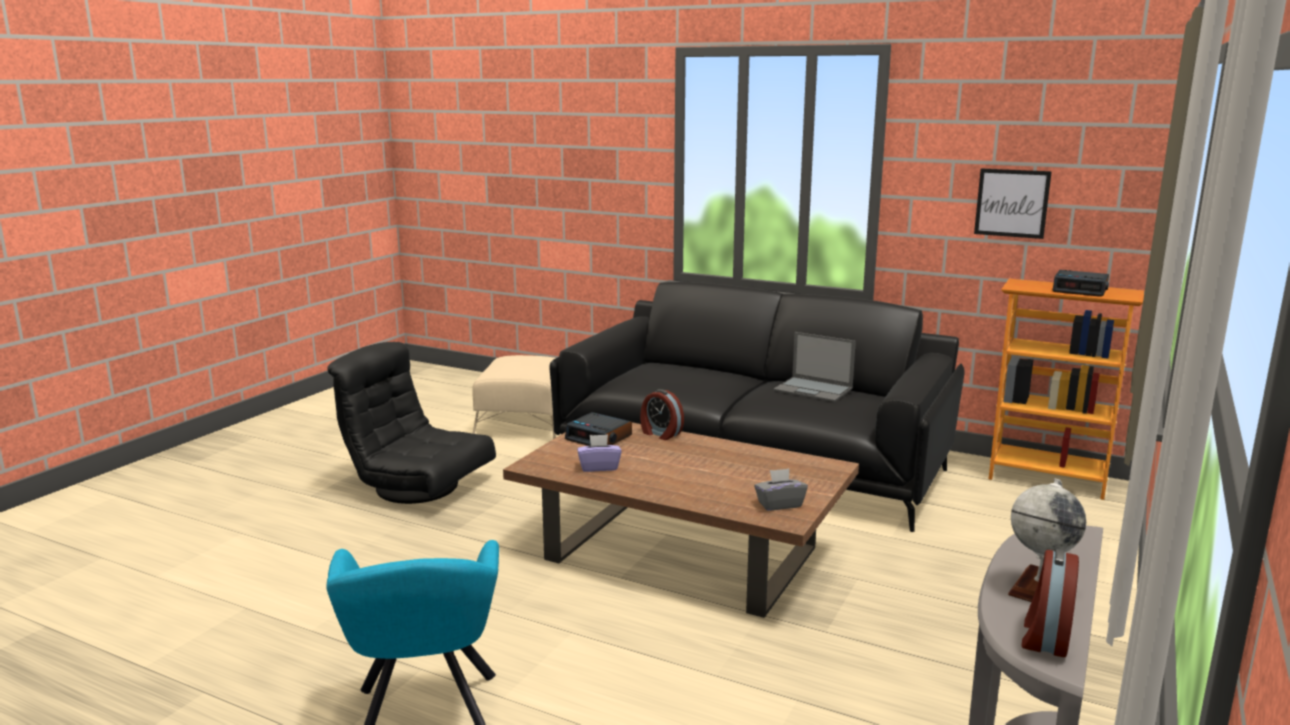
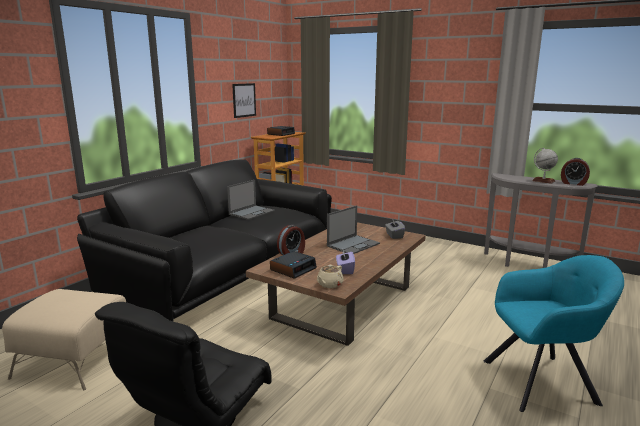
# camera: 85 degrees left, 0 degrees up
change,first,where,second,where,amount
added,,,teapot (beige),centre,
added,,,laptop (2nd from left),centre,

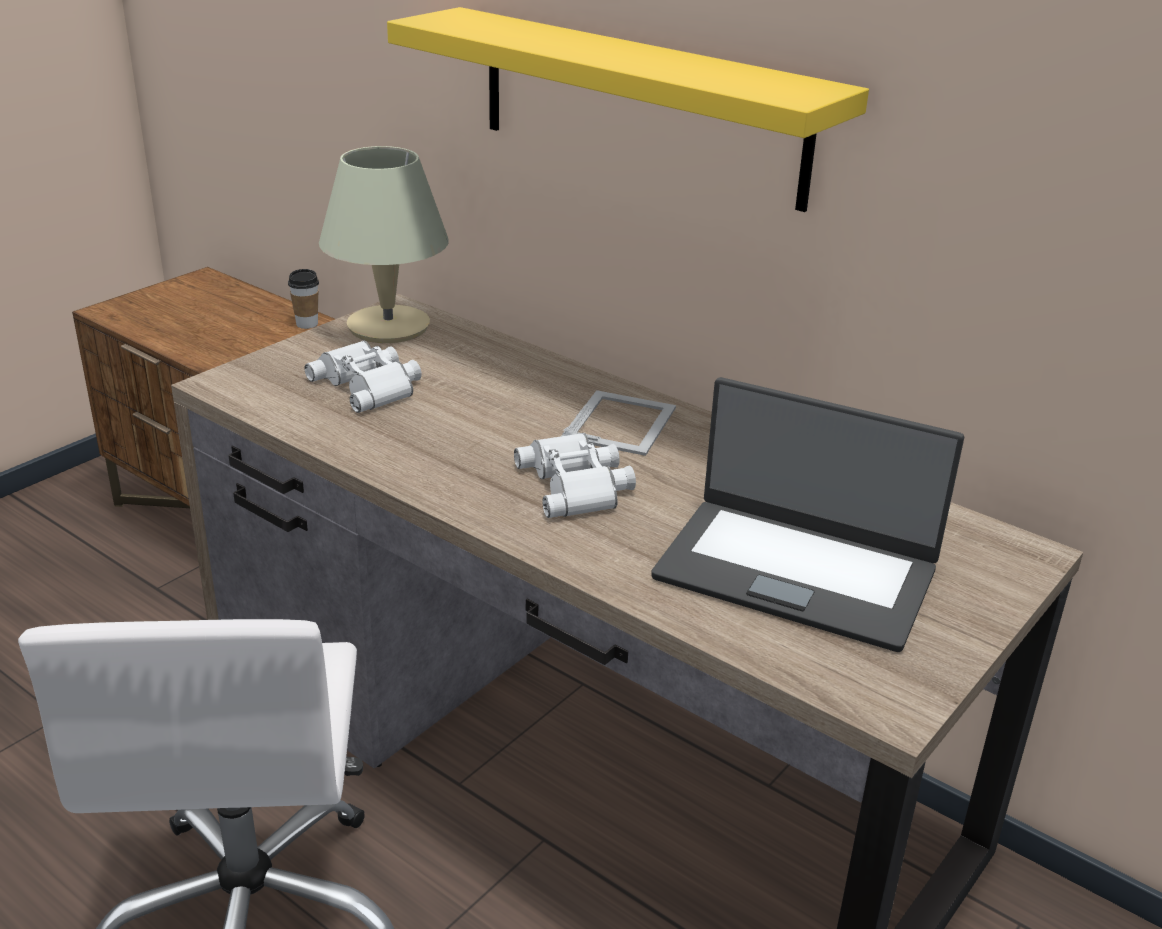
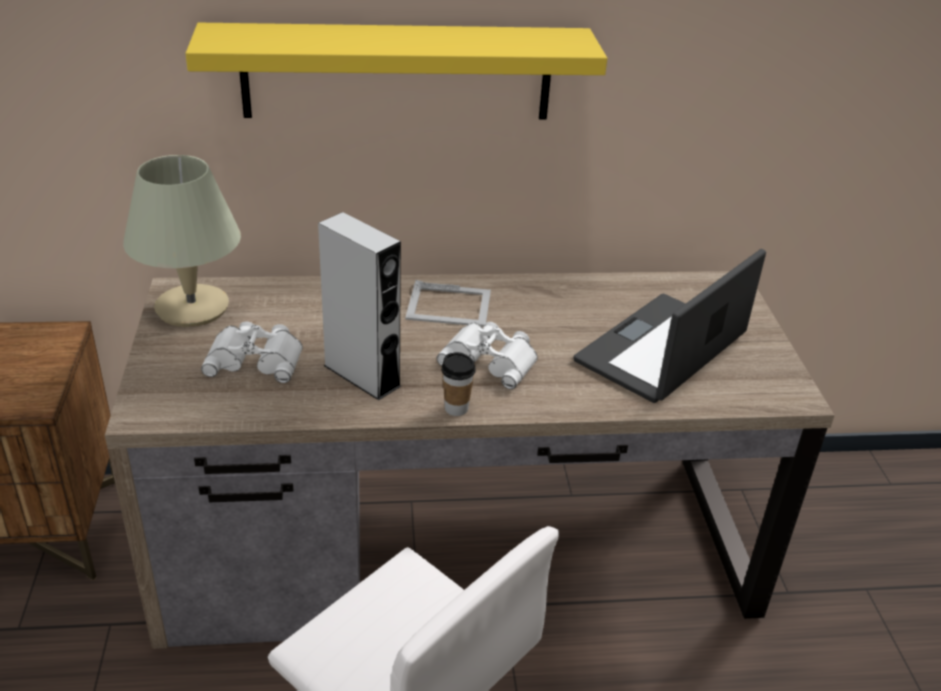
# camera: 45 degrees left, 5 degrees up
change,first,where,second,where,amount
added,,,speaker (grey),centre,
turned,picture frame,centre,,centre,120 degrees clockwise
moved,cup,top left,,centre,
turned,laptop,middle right,,middle right,150 degrees clockwise

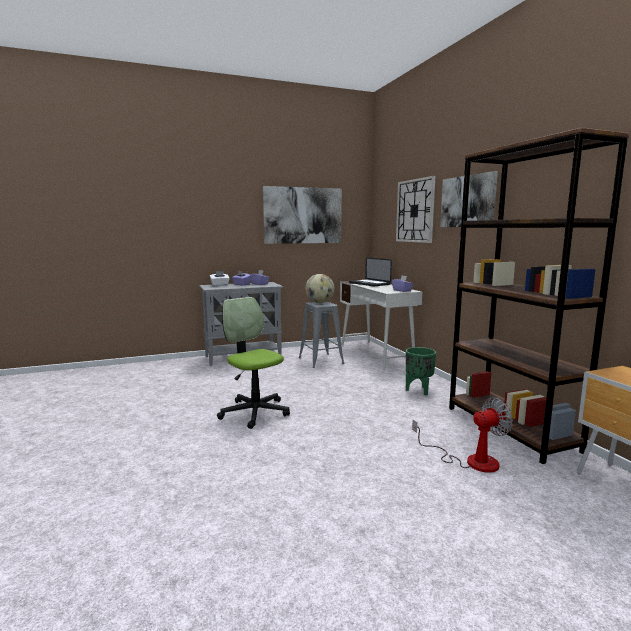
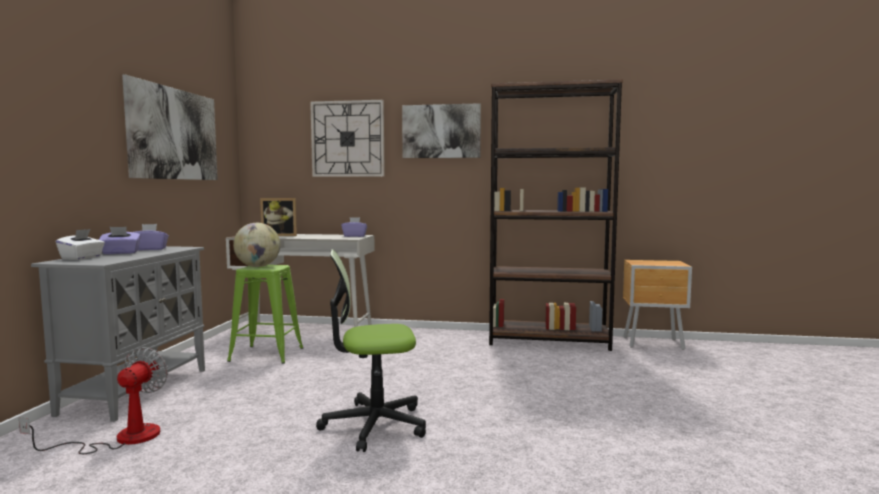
# camera: 60 degrees left, 5 degrees down
change,first,where,second,where,amount
moved,fan,bottom right,,bottom left,
recoloured,stool (grey),centre,stool (green),middle left,
replaced,laptop,centre,picture frame,middle left,
removed,planter (green),middle right,,,

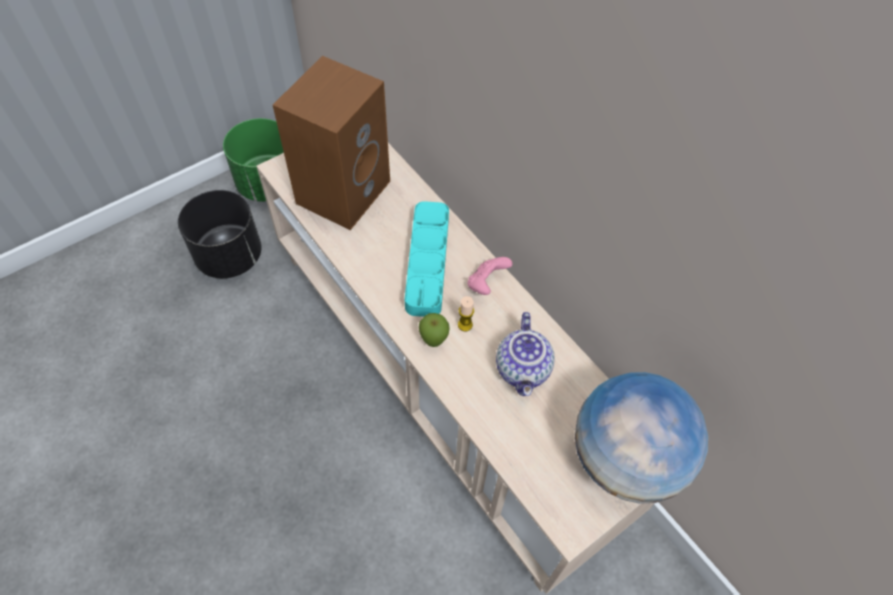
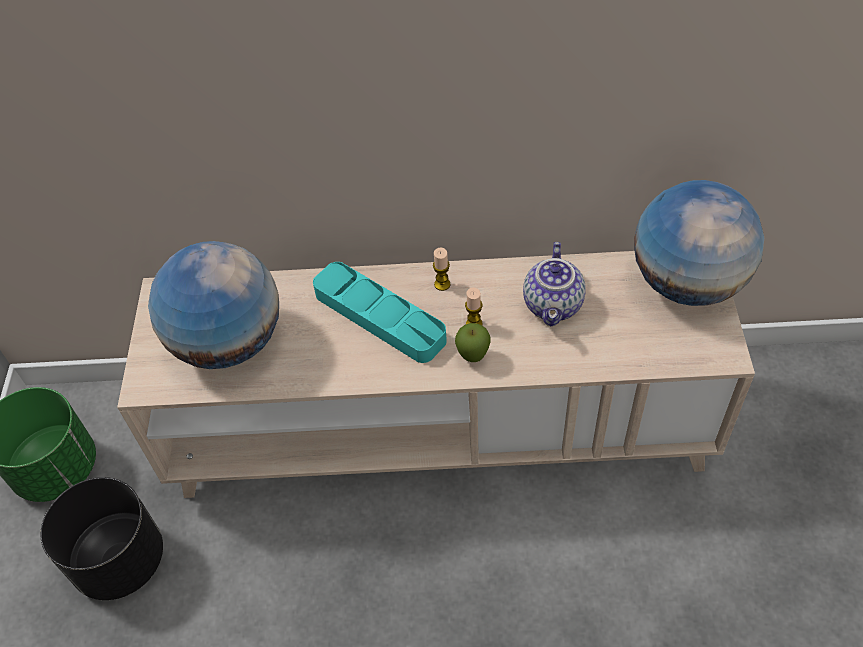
# camera: 50 degrees left, 5 degrees down
change,first,where,second,where,amount
replaced,speaker (brown),top centre,globe (1st from left),middle left,
replaced,game controller (pink),centre,candle (1st from left),centre,
turned,teapot,centre,,centre,60 degrees clockwise

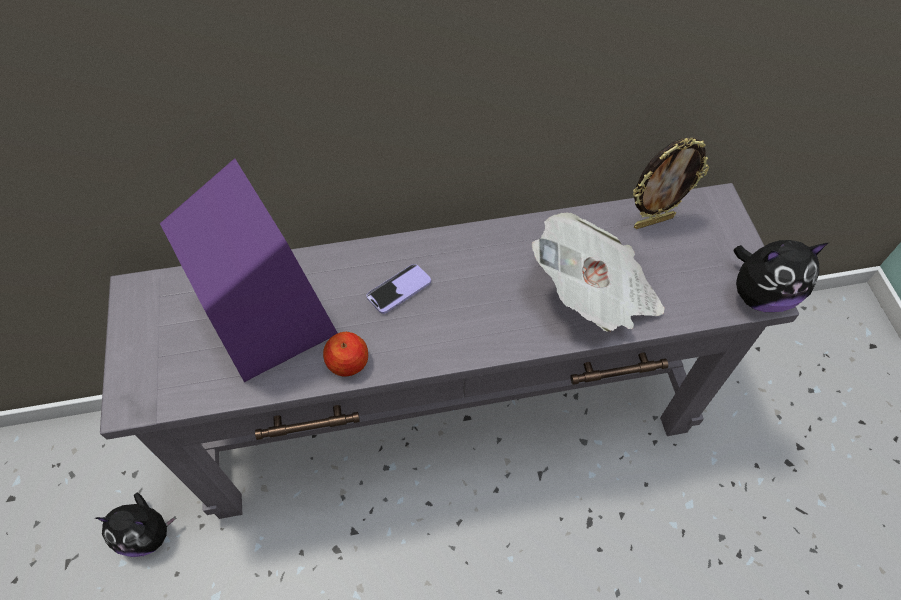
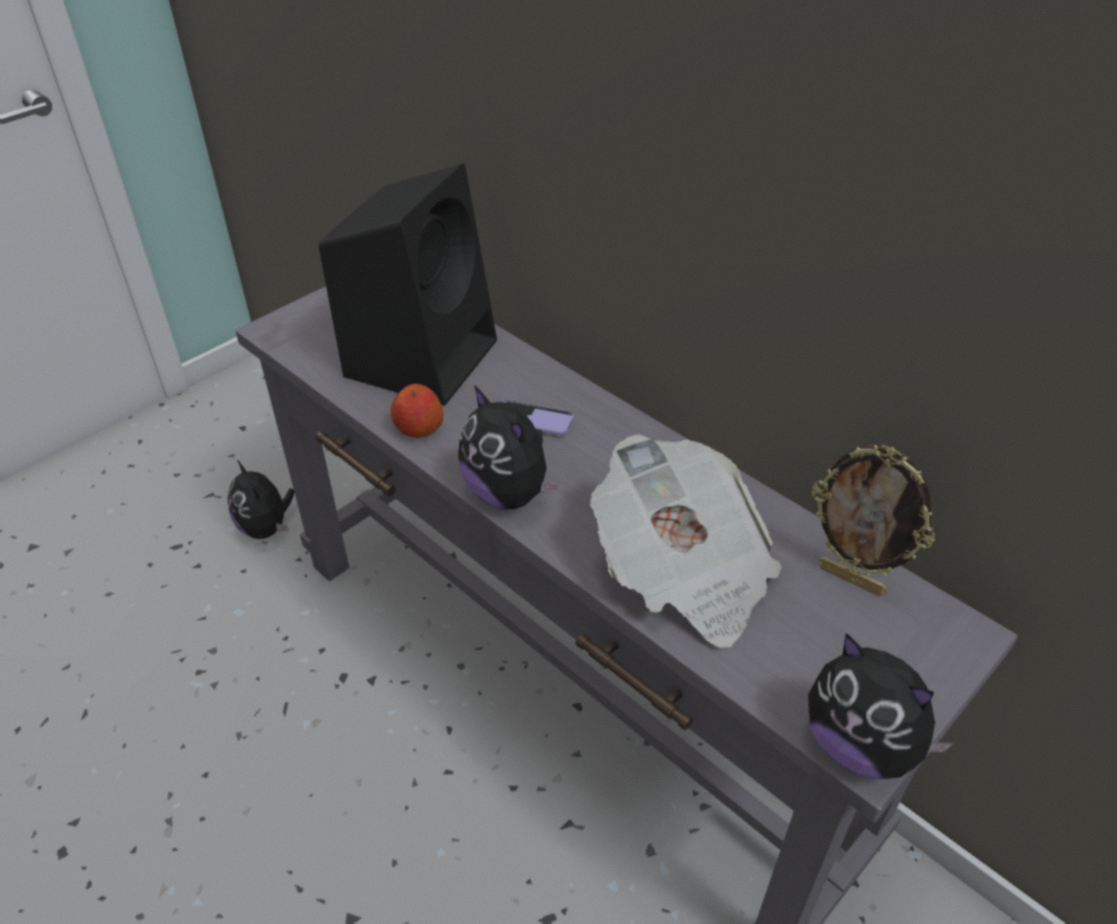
# camera: 55 degrees right, 15 degrees down
change,first,where,second,where,amount
recoloured,speaker (purple),middle left,speaker (black),top centre,
added,,,plush toy (2nd from left),centre,

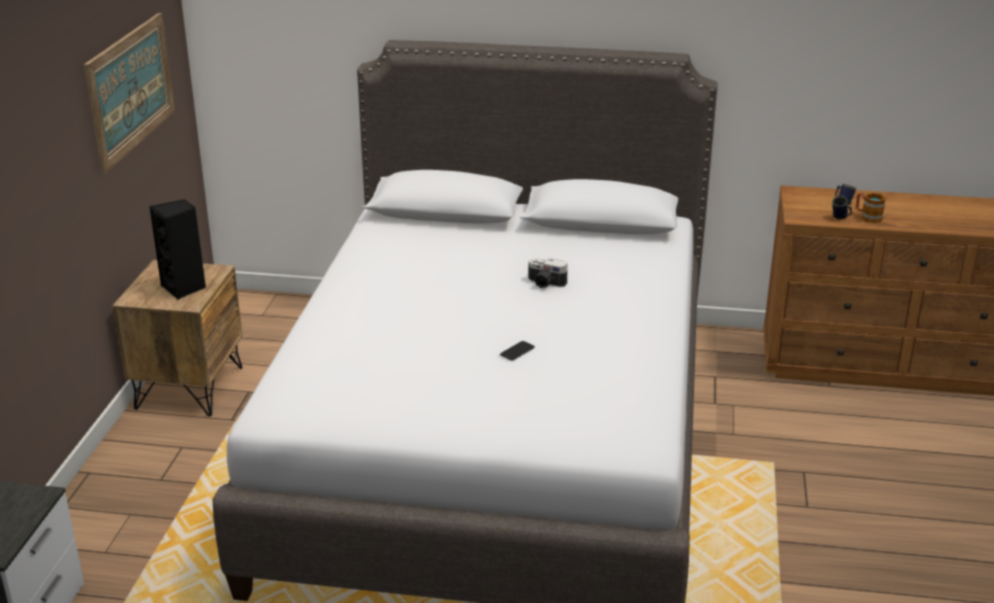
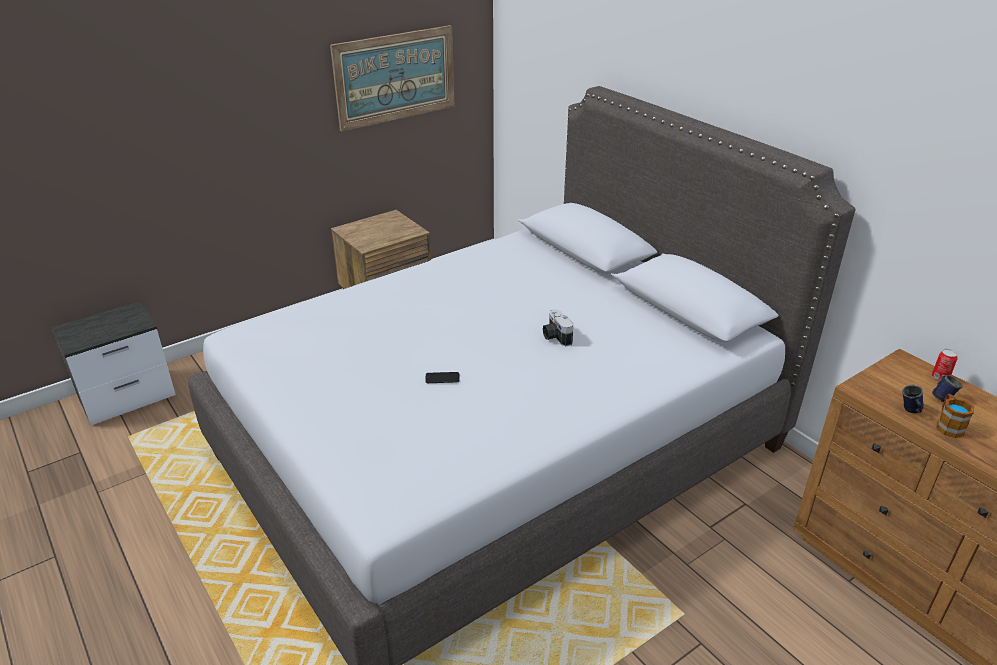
# camera: 45 degrees right, 5 degrees up
change,first,where,second,where,amount
added,,,can,middle right,
removed,speaker (black),middle left,,,

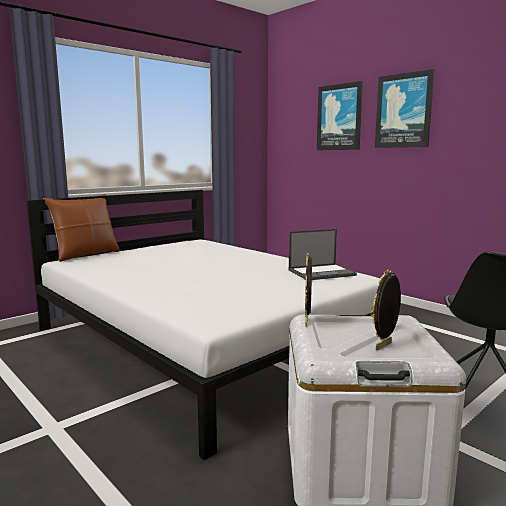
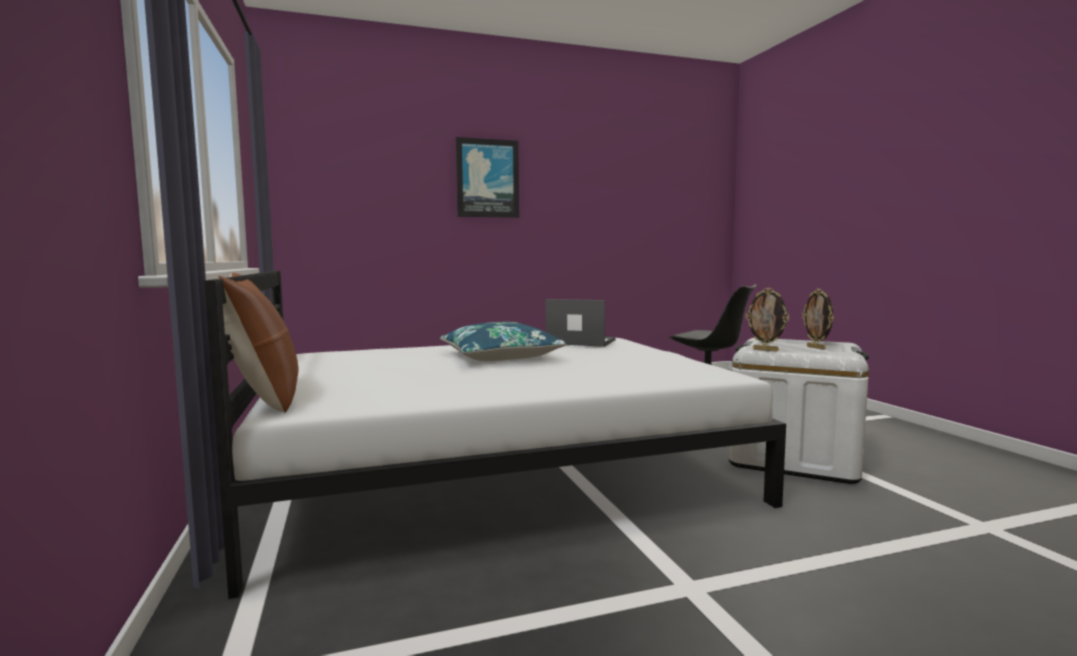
# camera: 65 degrees left, 5 degrees down
change,first,where,second,where,amount
added,,,pillow (blue),centre,
turned,laptop,centre,,centre,75 degrees counterclockwise
removed,picture (1st from left),top right,,,

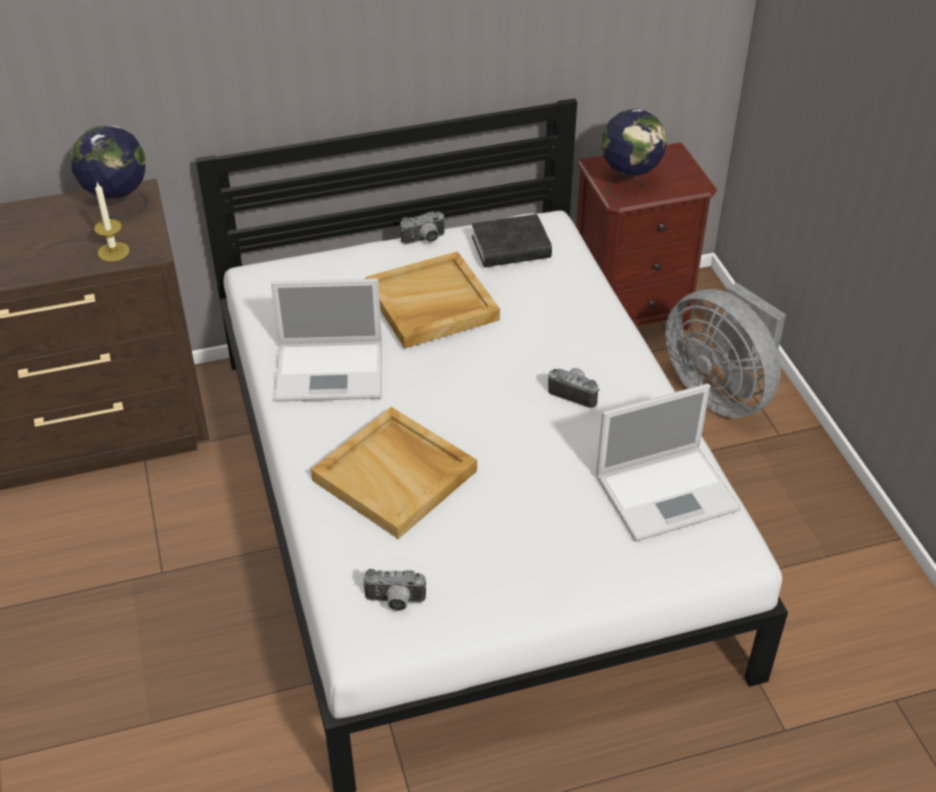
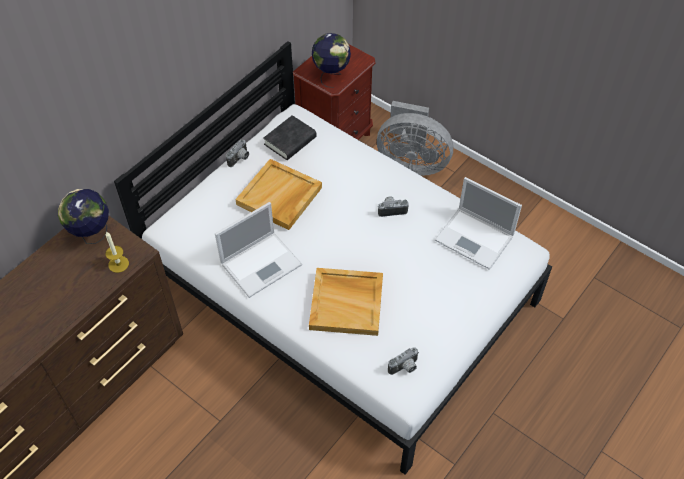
# camera: 35 degrees left, 10 degrees up
change,first,where,second,where,amount
turned,laptop (2nd from left),middle right,,middle right,90 degrees clockwise

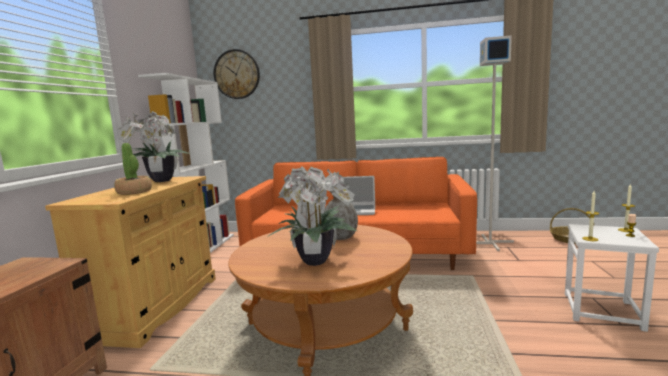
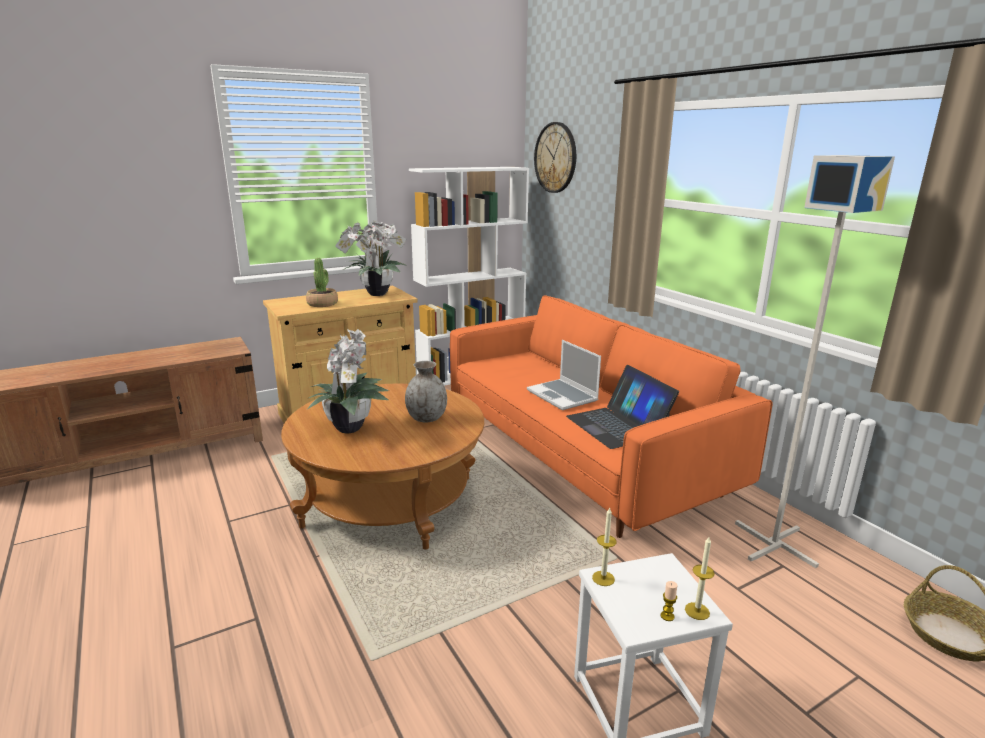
# camera: 50 degrees right, 10 degrees up
change,first,where,second,where,amount
added,,,laptop (2nd from left),centre,

